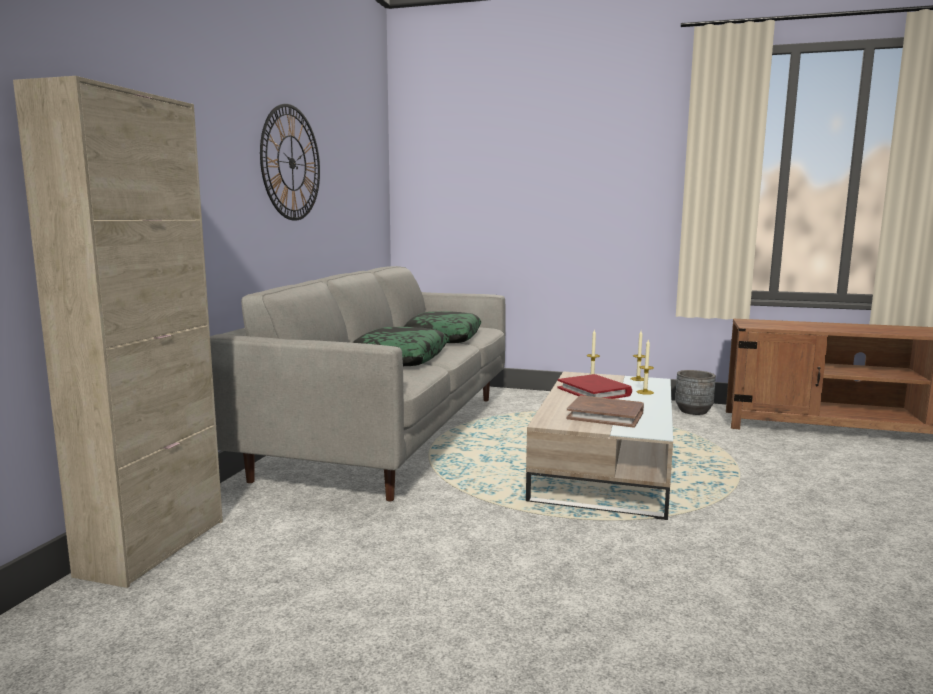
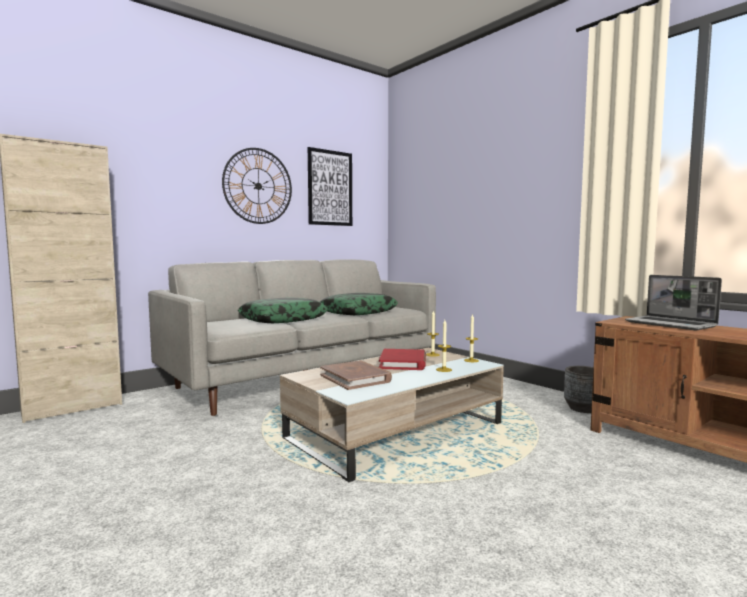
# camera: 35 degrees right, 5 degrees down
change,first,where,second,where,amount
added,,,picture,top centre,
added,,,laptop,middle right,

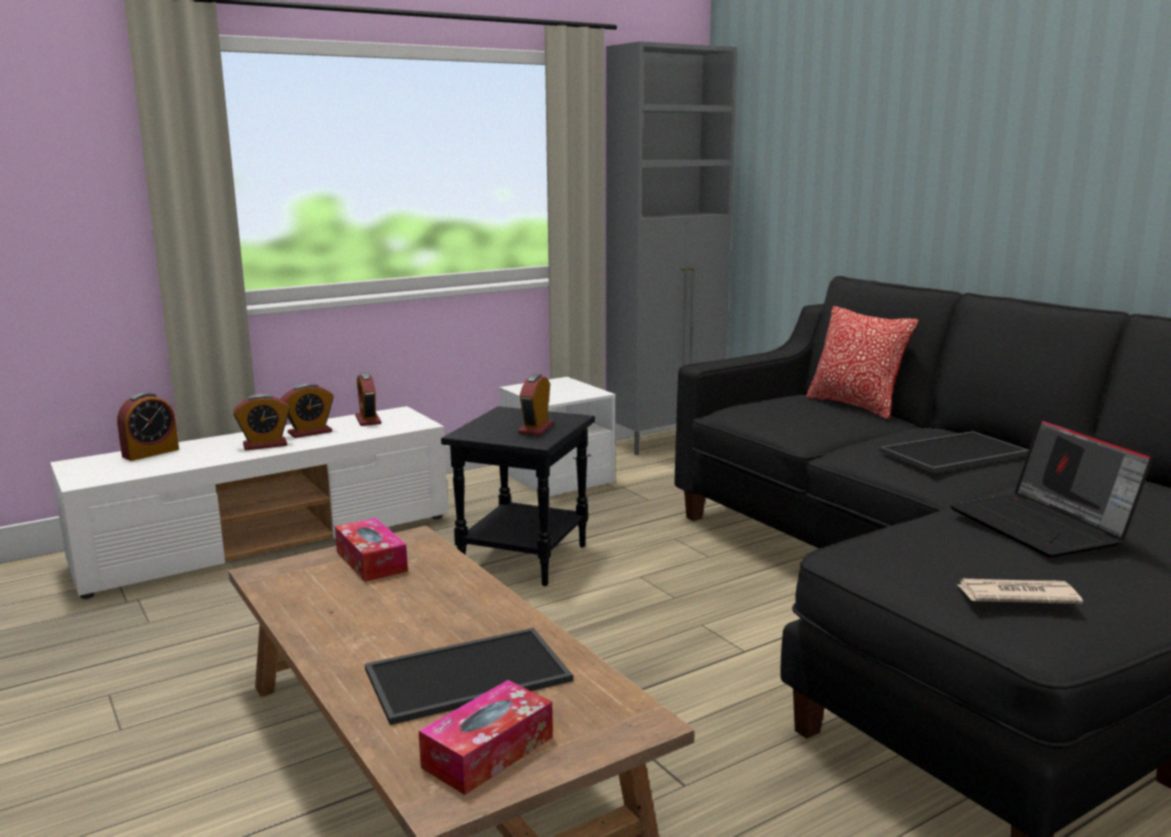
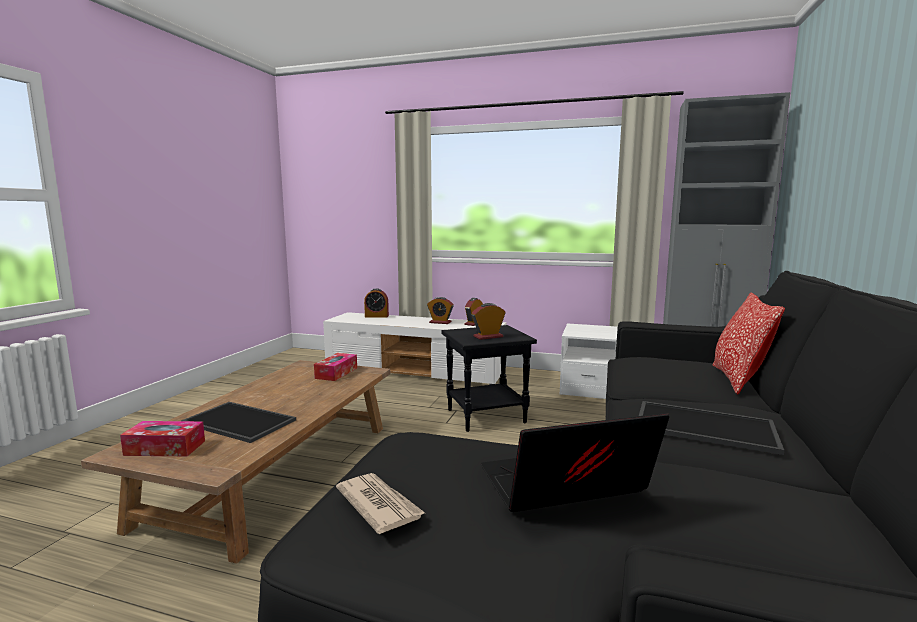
# camera: 50 degrees right, 5 degrees down
change,first,where,second,where,amount
turned,laptop,middle right,,bottom centre,45 degrees clockwise
removed,alarm clock (2nd from left),middle left,,,

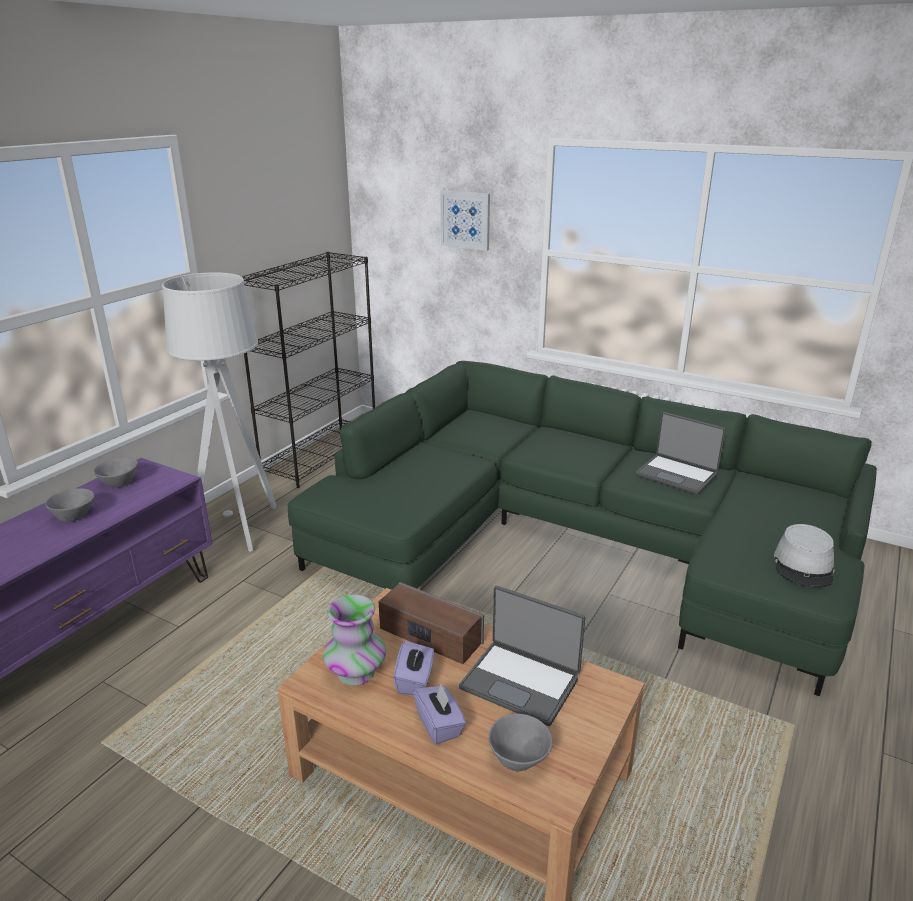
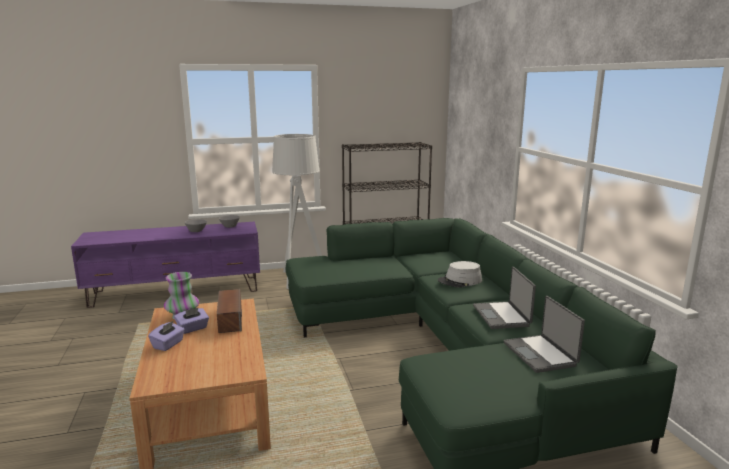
# camera: 45 degrees right, 10 degrees down
change,first,where,second,where,amount
moved,hat (grey),middle right,,centre,
moved,laptop (1st from left in the first image),bottom centre,laptop (2nd from left),bottom right,
removed,picture,top centre,,,
removed,bowl (grey) (3rd from left),bottom centre,,,

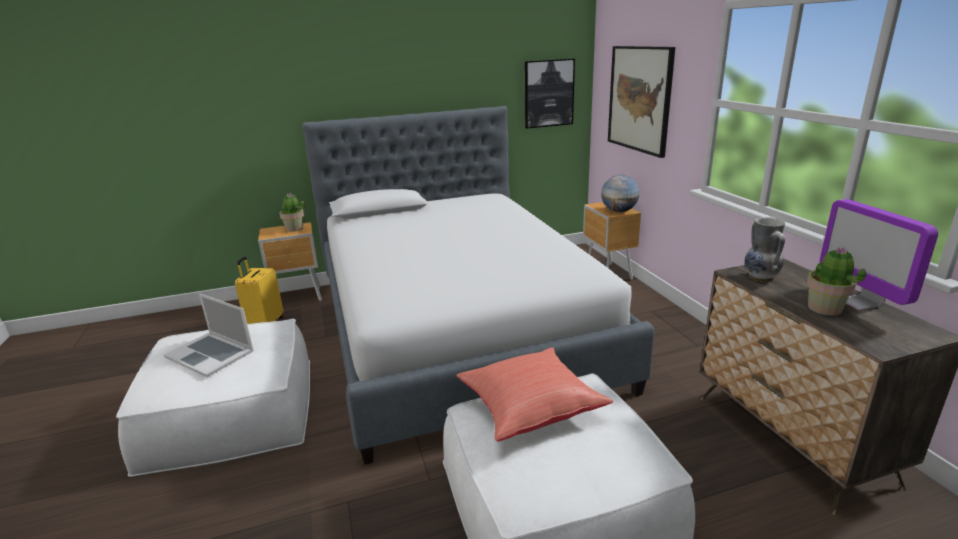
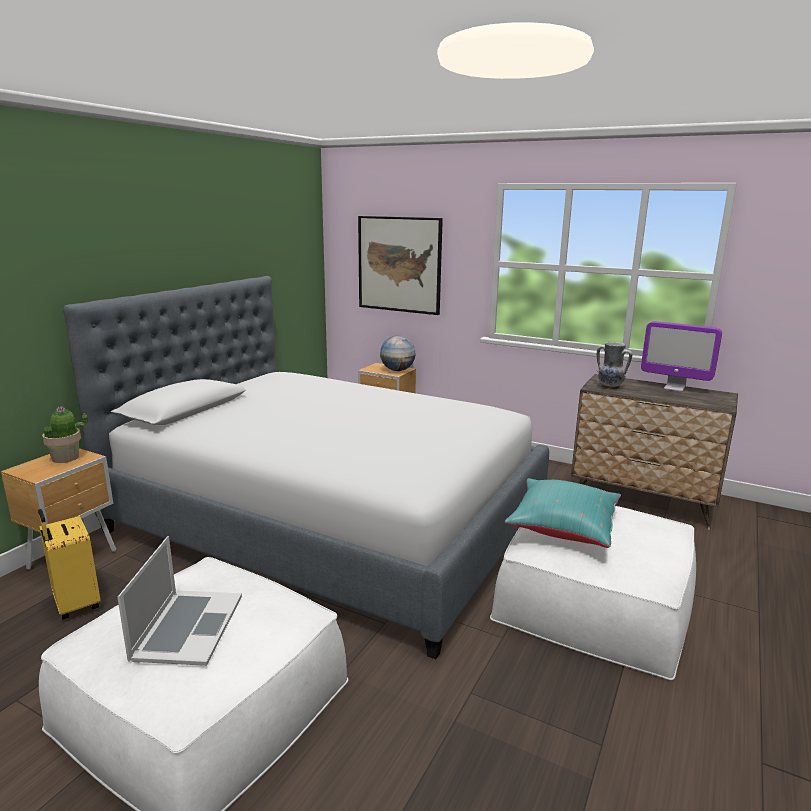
# camera: 45 degrees left, 5 degrees down
change,first,where,second,where,amount
turned,laptop,middle left,,bottom left,75 degrees counterclockwise
recoloured,pillow (red),bottom centre,pillow (turquoise),middle right,
removed,picture (1st from left),top centre,,,
removed,potted plant (2nd from left),middle right,,,

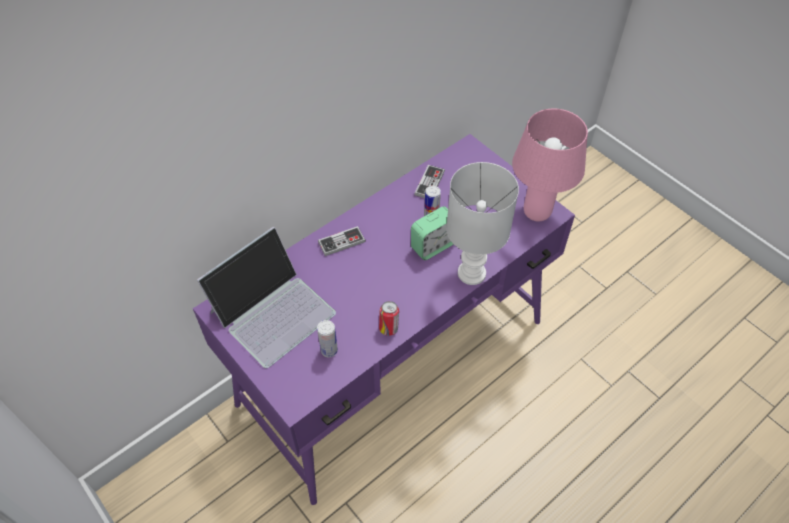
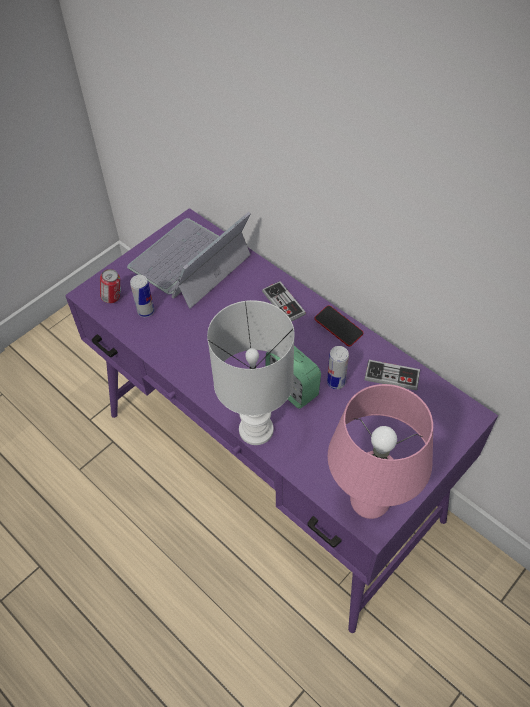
# camera: 85 degrees right, 0 degrees up
change,first,where,second,where,amount
moved,can (2nd from left in the first image),centre,can (1st from left),middle left,
turned,laptop,centre,,centre,90 degrees clockwise
added,,,phone,centre,

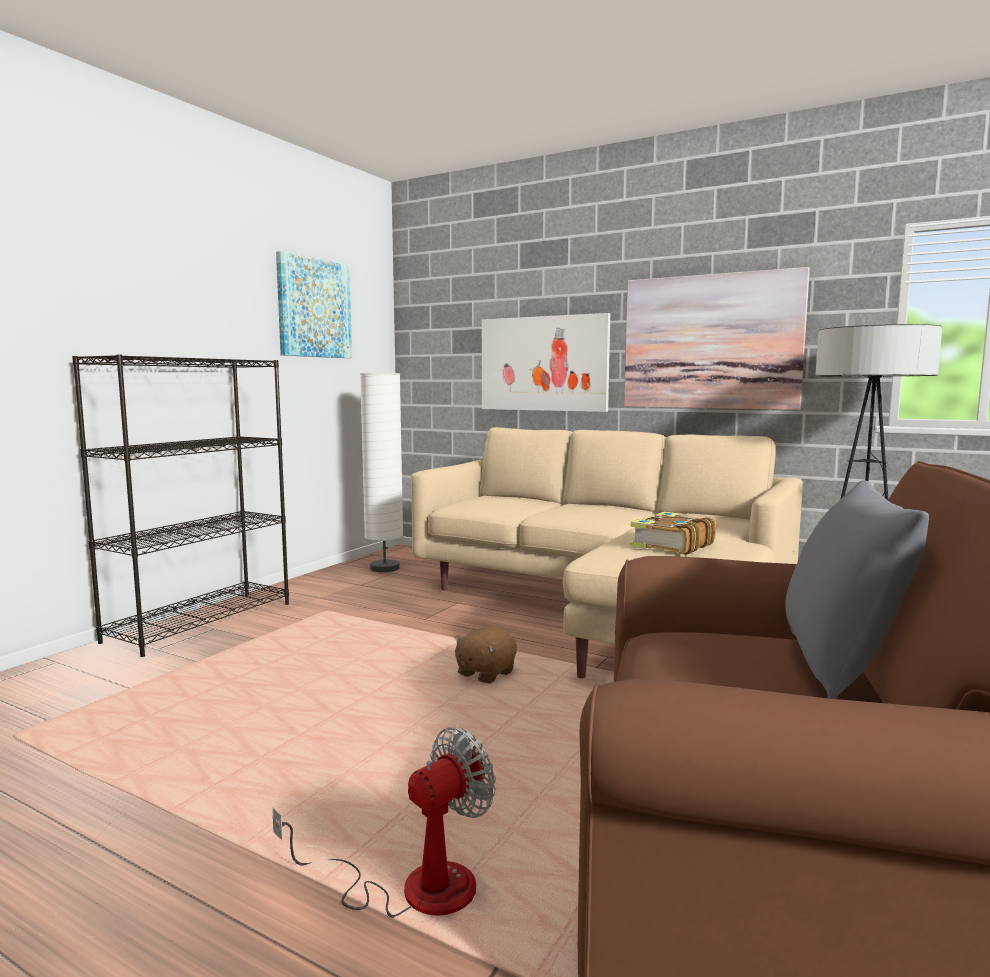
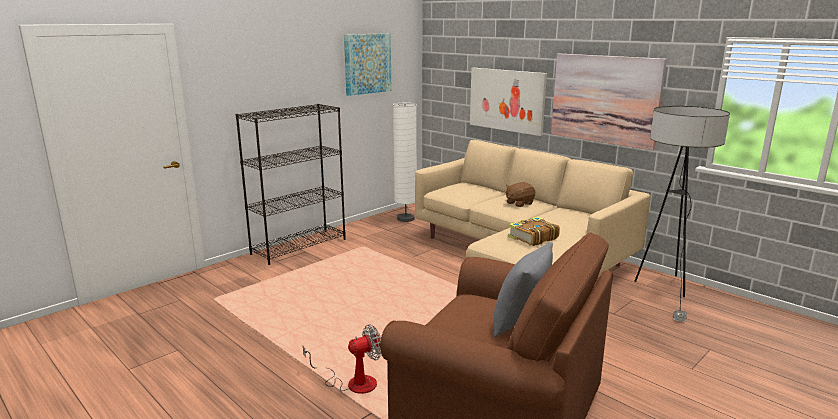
# camera: 15 degrees right, 10 degrees up
change,first,where,second,where,amount
moved,plush toy (brown),bottom centre,,centre,

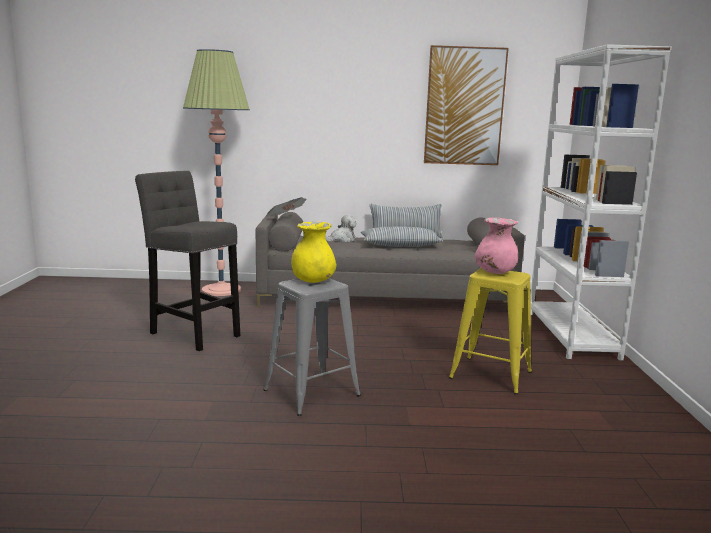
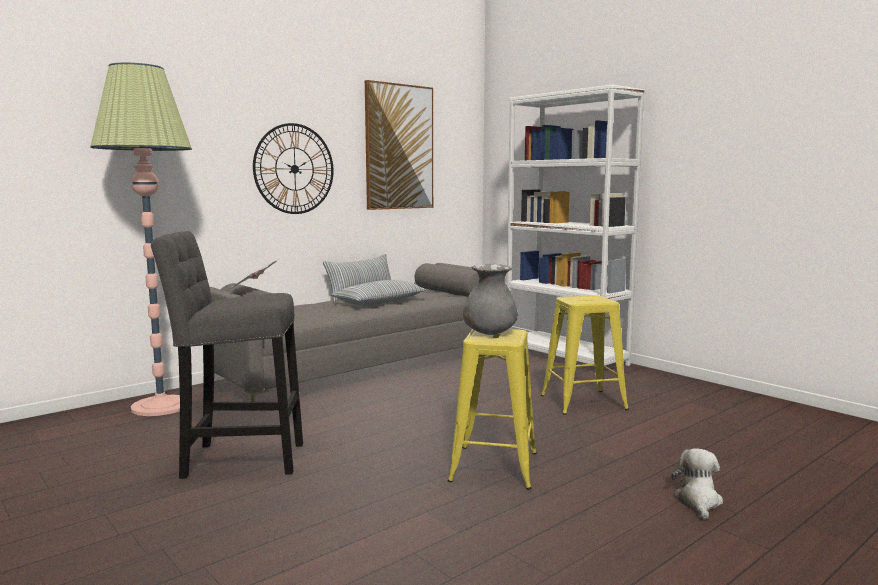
# camera: 40 degrees left, 5 degrees down
change,first,where,second,where,amount
added,,,wall clock,top centre,
recoloured,stool (grey) (2nd from left),centre,stool (yellow) (1st from left),bottom centre,
recoloured,vase (yellow),centre,vase (grey),centre,
moved,plush toy,centre,,bottom right,
removed,vase (pink),middle right,,,

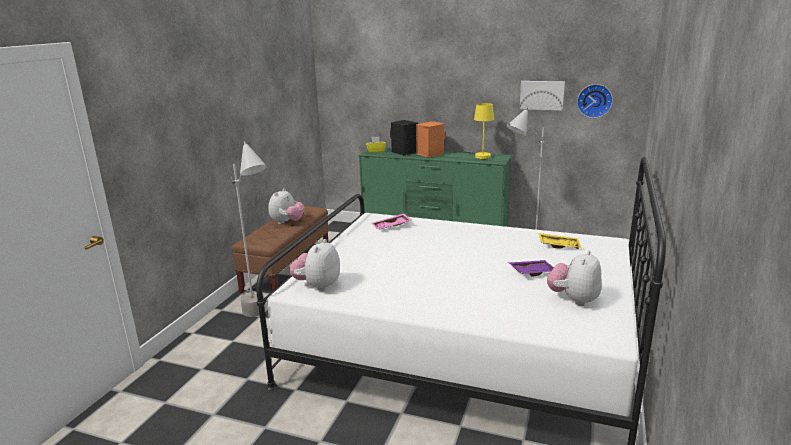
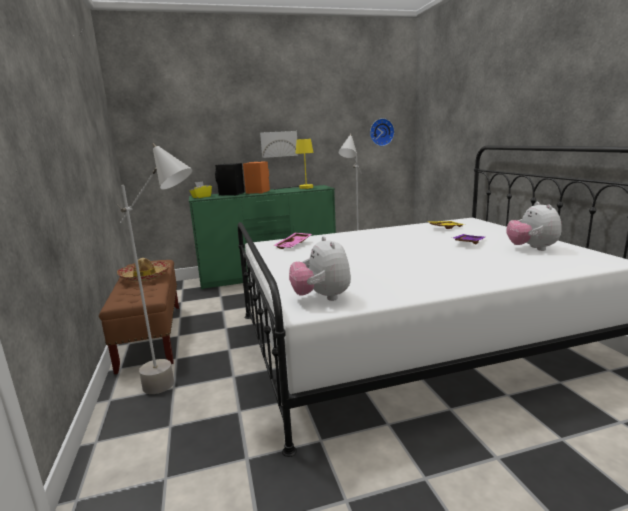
# camera: 35 degrees left, 5 degrees down
change,first,where,second,where,amount
replaced,plush toy (1st from left),centre,hat,middle left,
moved,picture,top right,,top centre,

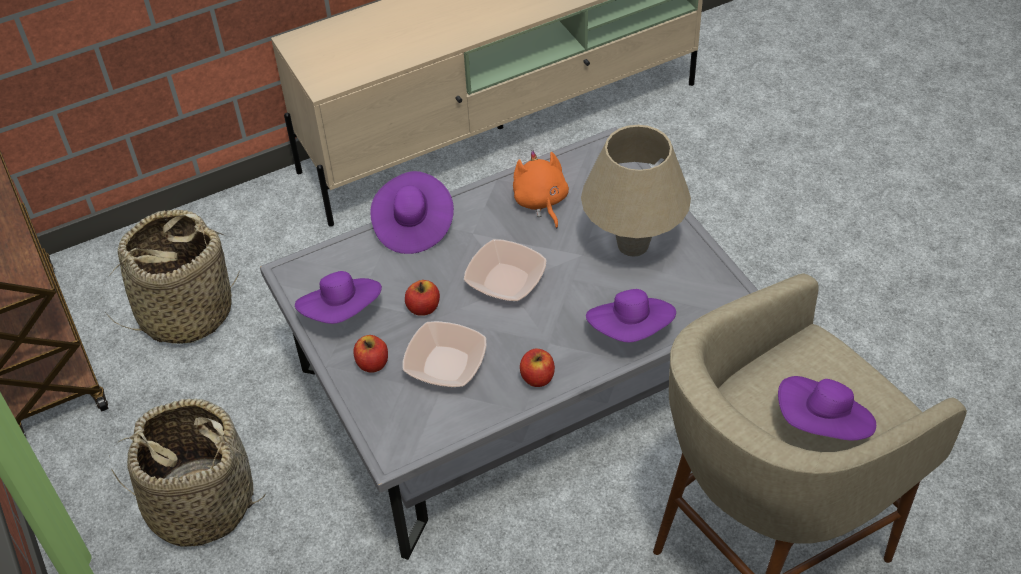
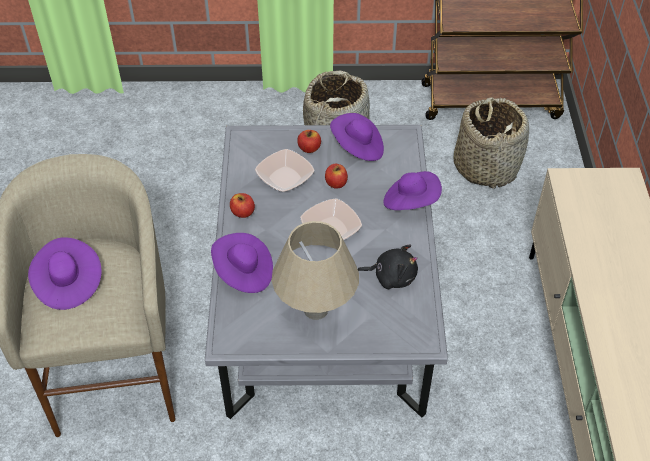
# camera: 115 degrees right, 0 degrees up
change,first,where,second,where,amount
recoloured,plush toy (orange),top centre,plush toy (black),centre,

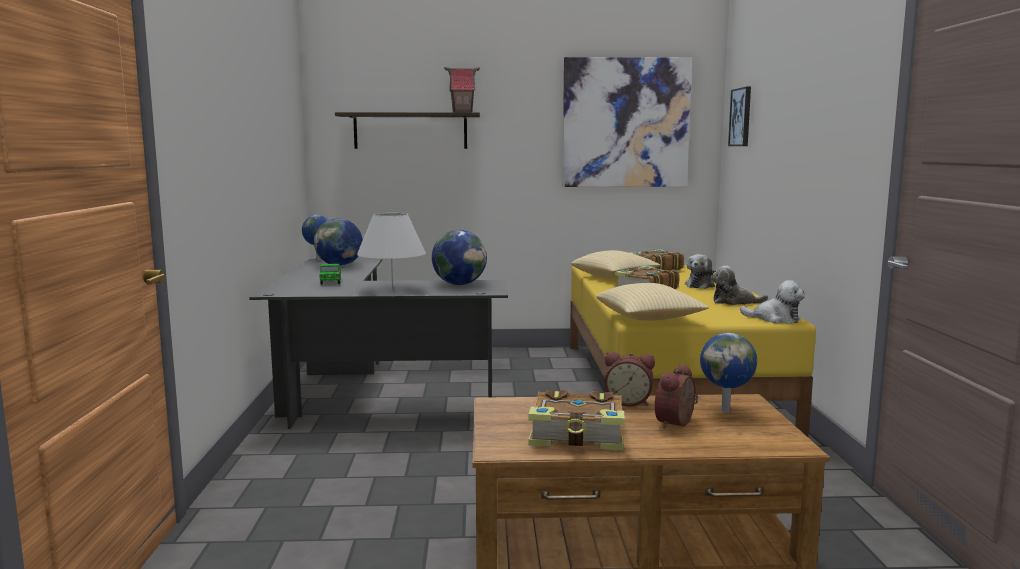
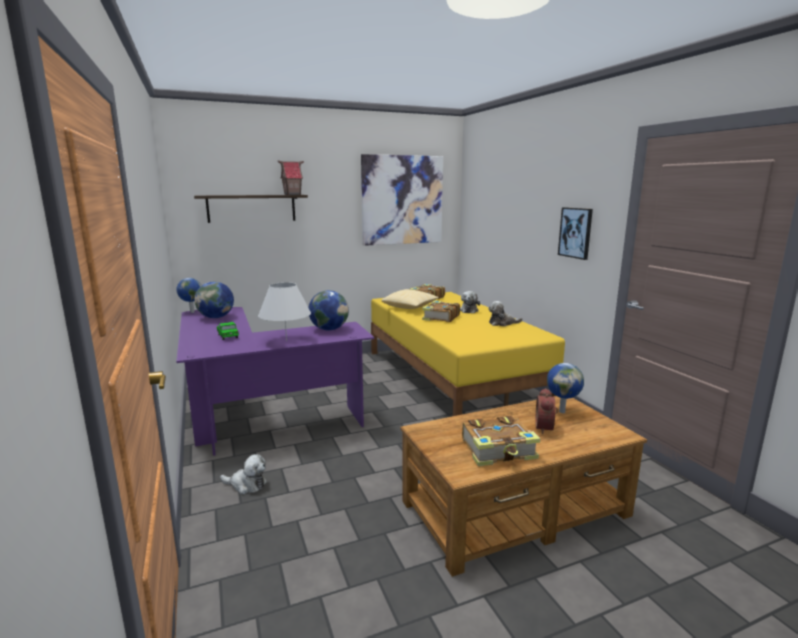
# camera: 20 degrees left, 5 degrees up
change,first,where,second,where,amount
recoloured,desk (black),centre,desk (purple),centre,
moved,plush toy (3rd from left in the first image),middle right,plush toy (1st from left),bottom left,
moved,picture (2nd from left),top right,,middle right,
removed,pillow (2nd from left),centre,,,
removed,alarm clock (1st from left),centre,,,

